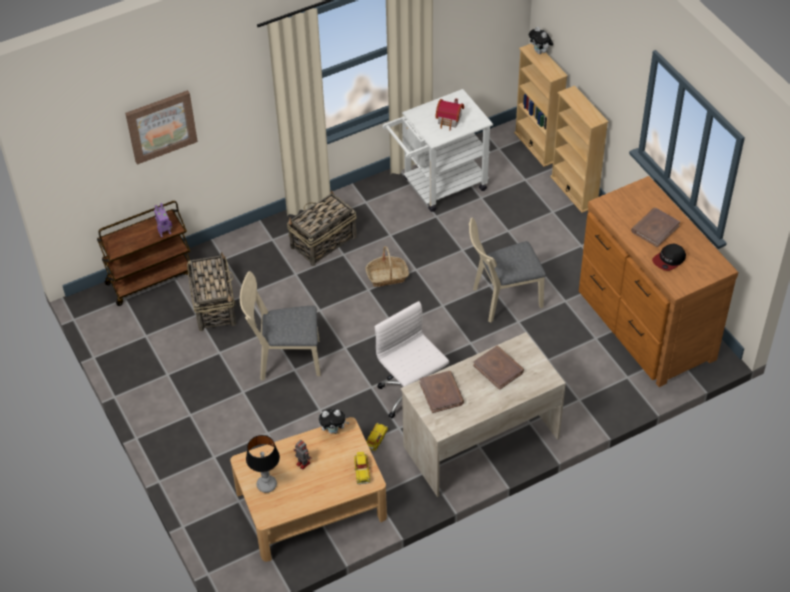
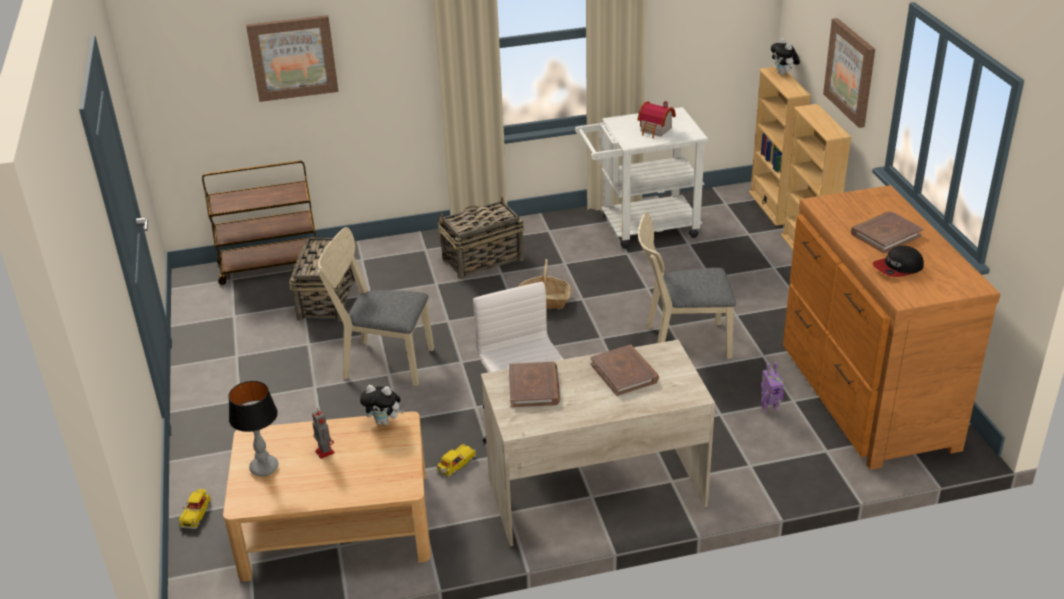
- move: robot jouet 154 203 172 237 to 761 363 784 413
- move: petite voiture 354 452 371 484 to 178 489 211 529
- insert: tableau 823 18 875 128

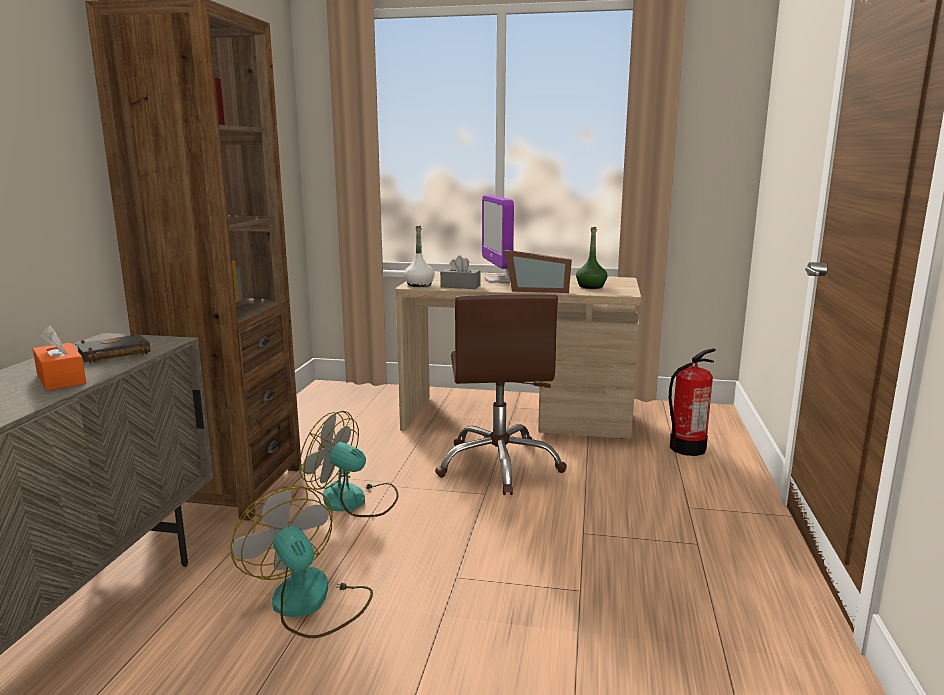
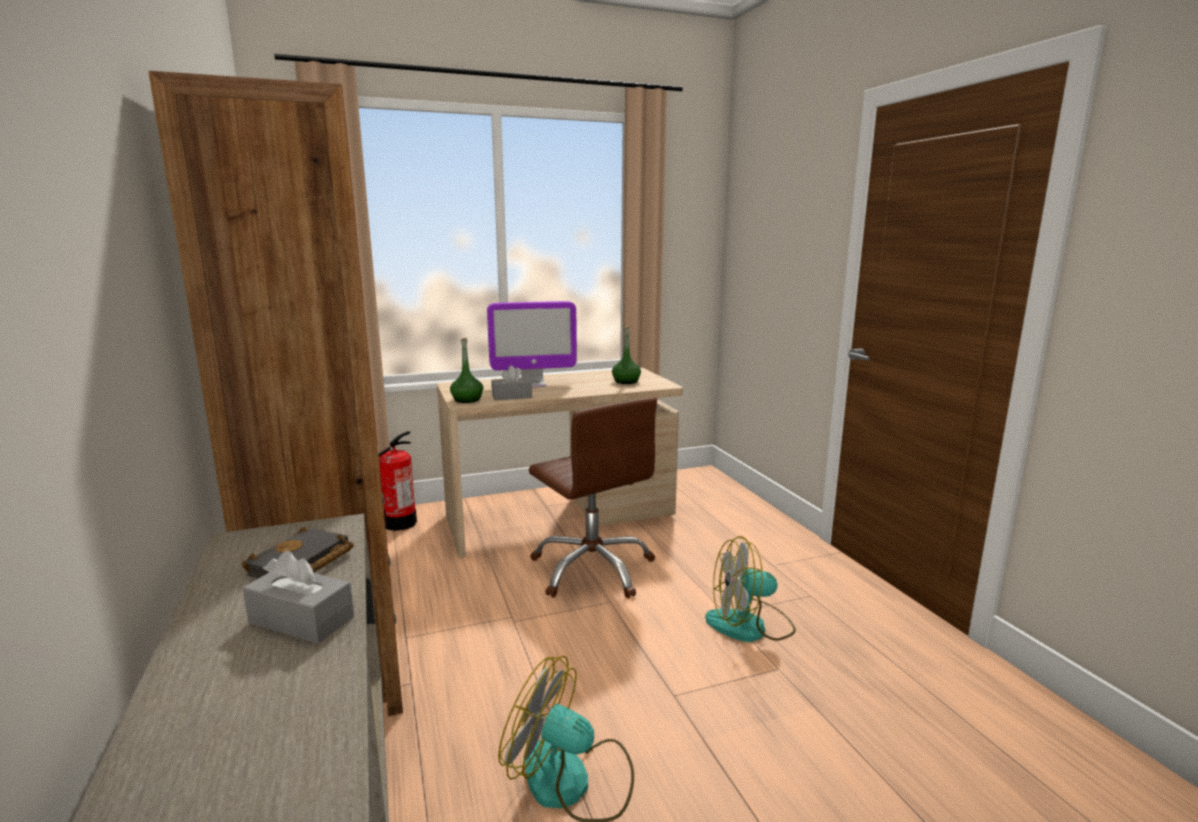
- rotate: écran d'ordinateur 482 195 514 282 = 487 301 577 387 60 degrees counterclockwise
- recolor: bouteille [blanc] 404 226 435 287 to bouteille [vert] 450 338 483 403
- delete: cadre photo 505 250 572 293
- recolor: boîte à mouchoirs [orange] 33 326 86 391 to boîte à mouchoirs [gris] 243 551 354 644
- move: extincteur 669 349 716 456 to 378 431 417 531
- move: ventilateur 299 411 399 517 to 705 536 796 642

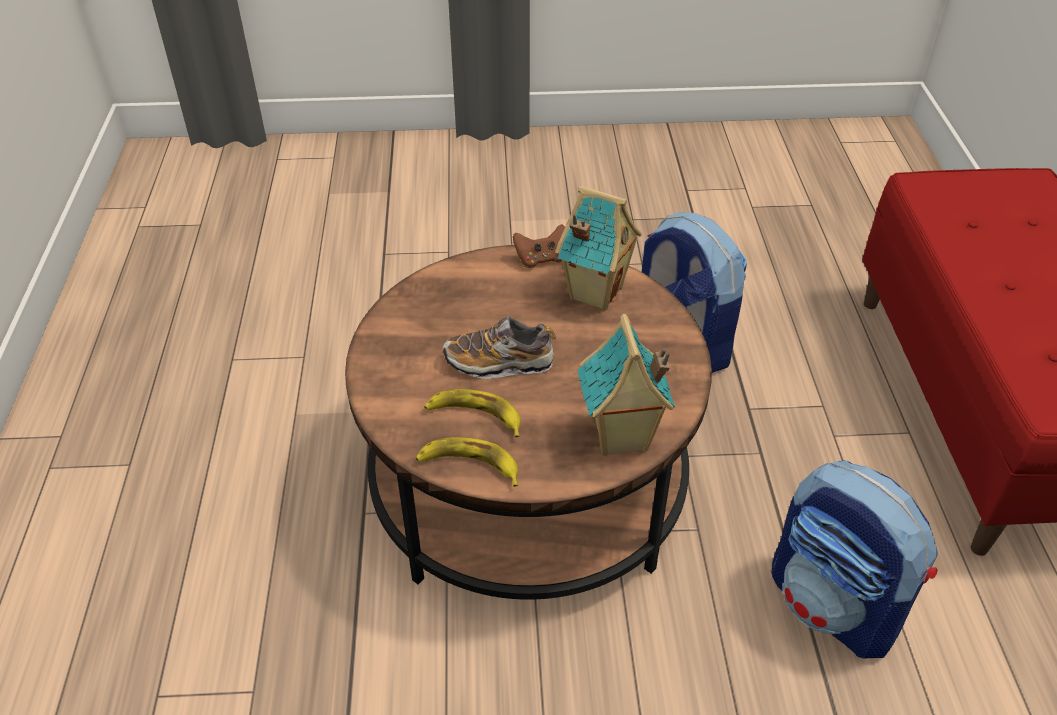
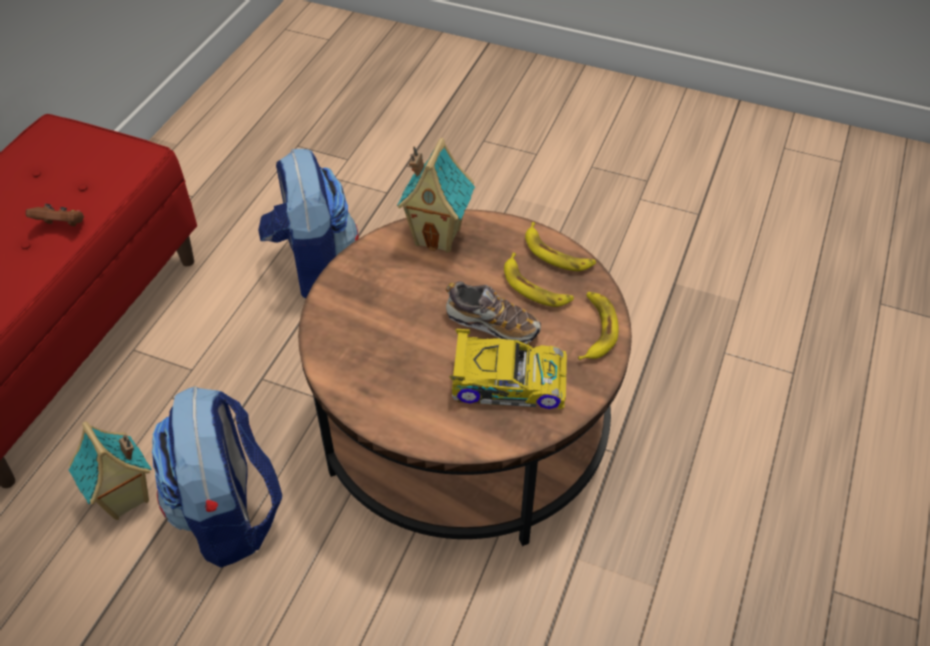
- move: maison miniature 555 186 642 311 to 69 422 151 520
- move: manette [marron] 513 224 565 268 to 26 204 84 226
- insert: banane 578 292 618 360
- insert: petite voiture 449 329 567 409

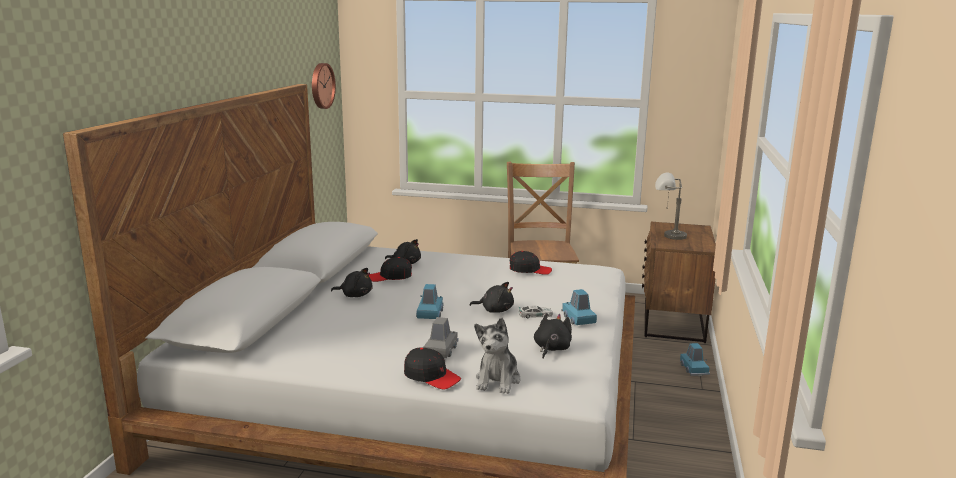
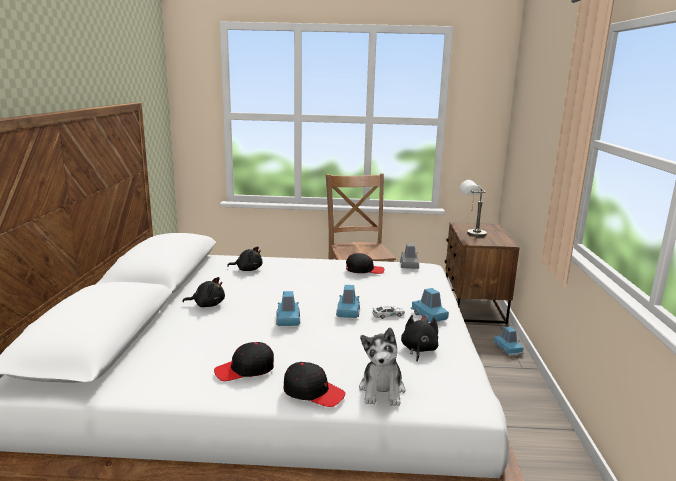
- delete: horloge murale 312 63 336 109
- move: casquette [noir] 369 257 412 282 to 214 342 274 381
- replace: peluche [noir] 469 282 514 313 to petite voiture [bleu] 336 285 360 318
- move: petite voiture [gris] 423 317 459 358 to 400 243 419 269

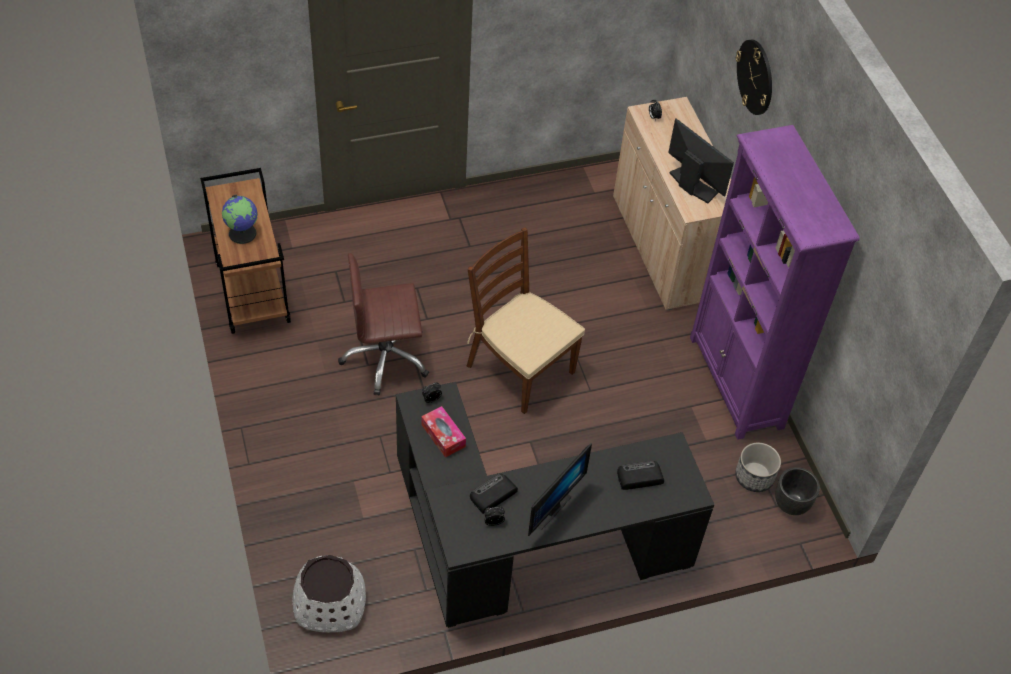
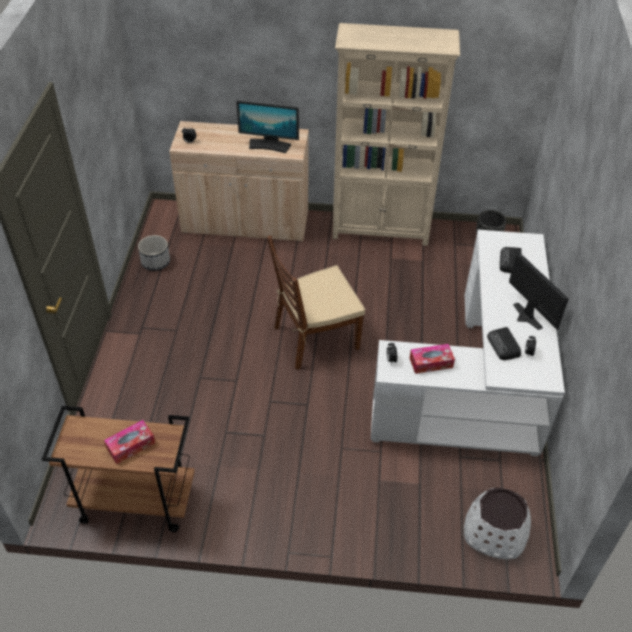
- delete: horloge murale 736 39 772 115
- rotate: écran d'ordinateur 668 118 734 203 = 236 101 299 153 150 degrees counterclockwise
- recolor: bibliothèque [violet] 690 125 860 440 to bibliothèque [beige] 332 23 460 246
- replace: globe 222 195 258 244 to boîte à mouchoirs 104 420 155 464
- delete: chaise de bureau [marron] 338 253 429 395
- recolor: bureau [noir] 396 382 714 628 to bureau [blanc] 371 230 565 456
- move: cache-pot 735 443 781 492 to 138 235 170 271

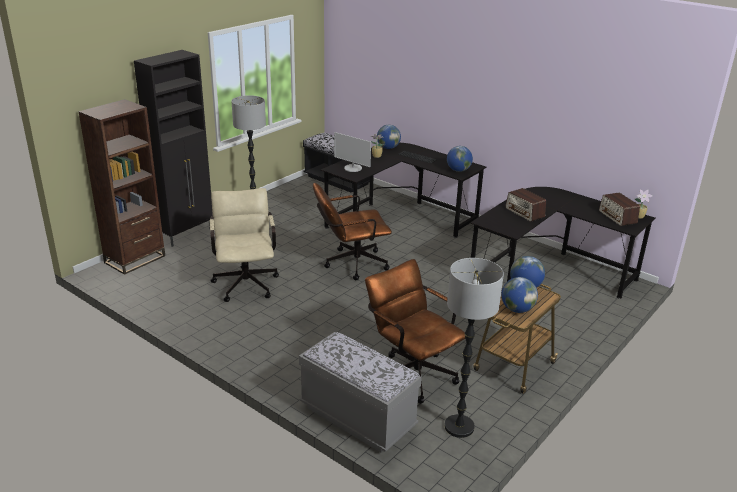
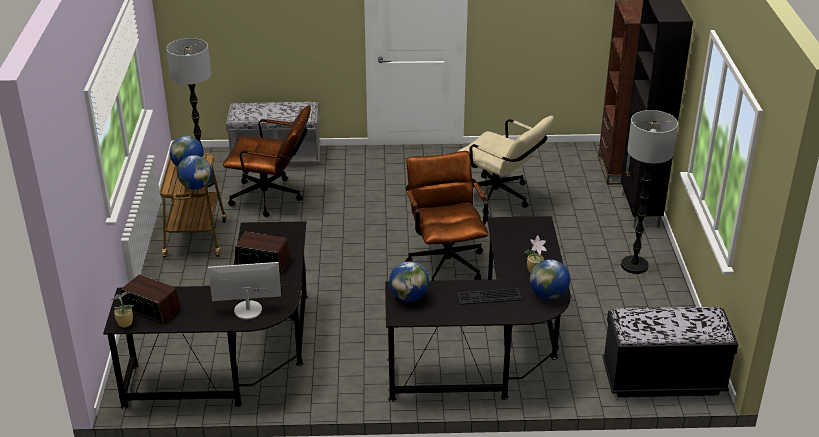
- move: écran d'ordinateur 334 132 371 172 to 208 262 281 320
- rotate: chaise de bureau [marron] 313 183 392 280 = 405 151 488 281 45 degrees counterclockwise

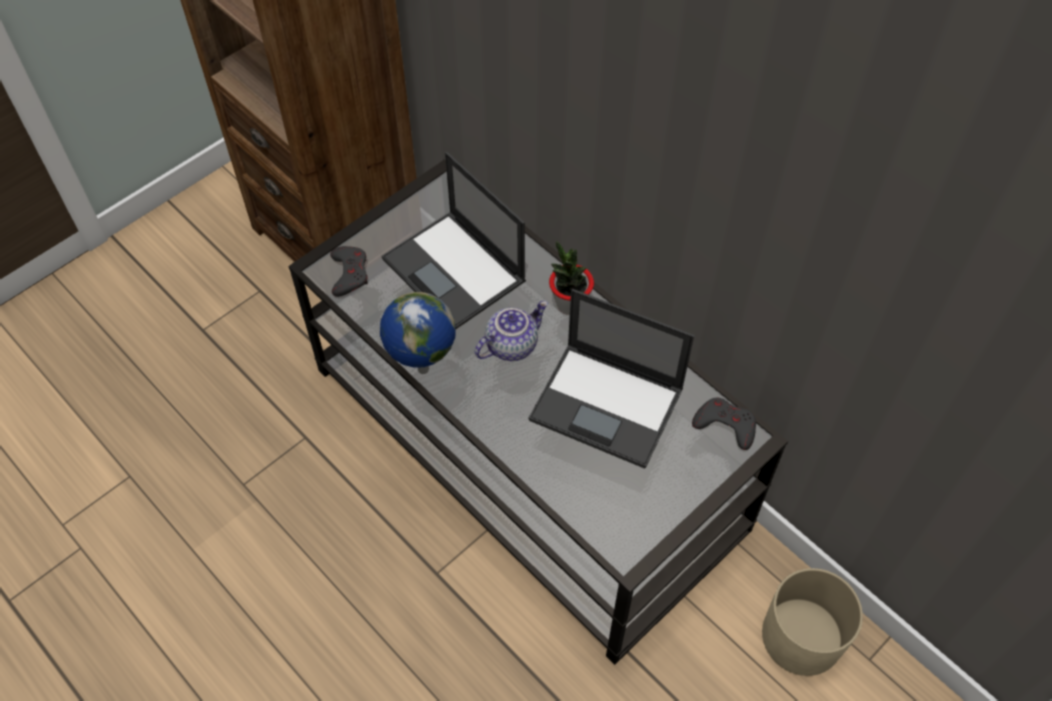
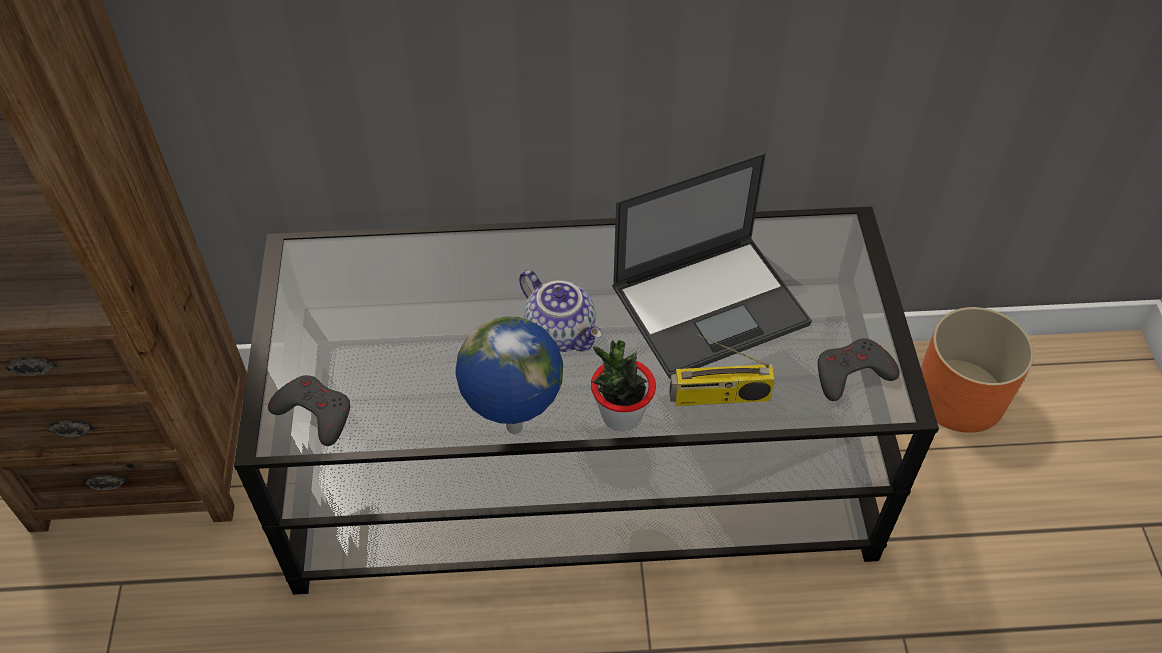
- delete: ordinateur portable 382 152 526 329
- move: plante en pot 549 241 594 315 to 591 340 656 432
- rotate: théière 475 301 548 361 = 519 270 602 352 135 degrees clockwise
- move: manette [gris] 692 398 756 450 to 818 339 900 401
- recolor: cache-pot [beige] 762 568 863 676 to cache-pot [orange] 921 307 1034 433
- insert: radio 669 334 775 406

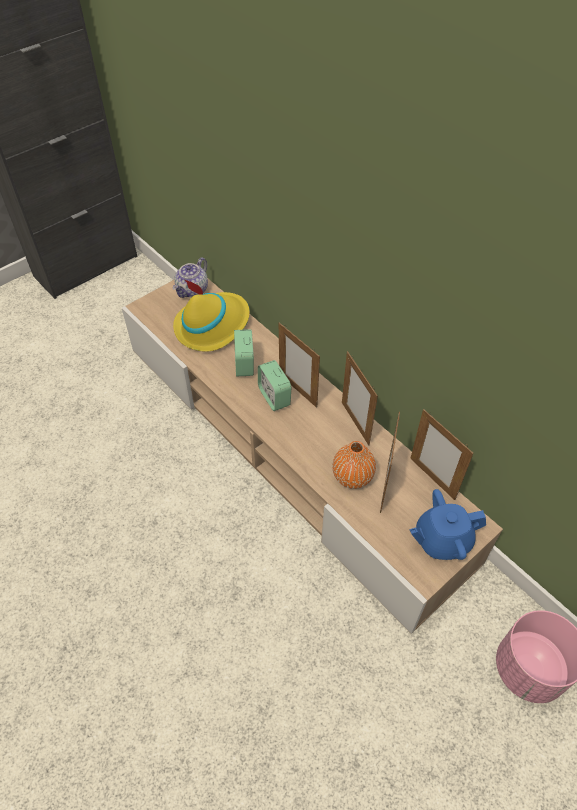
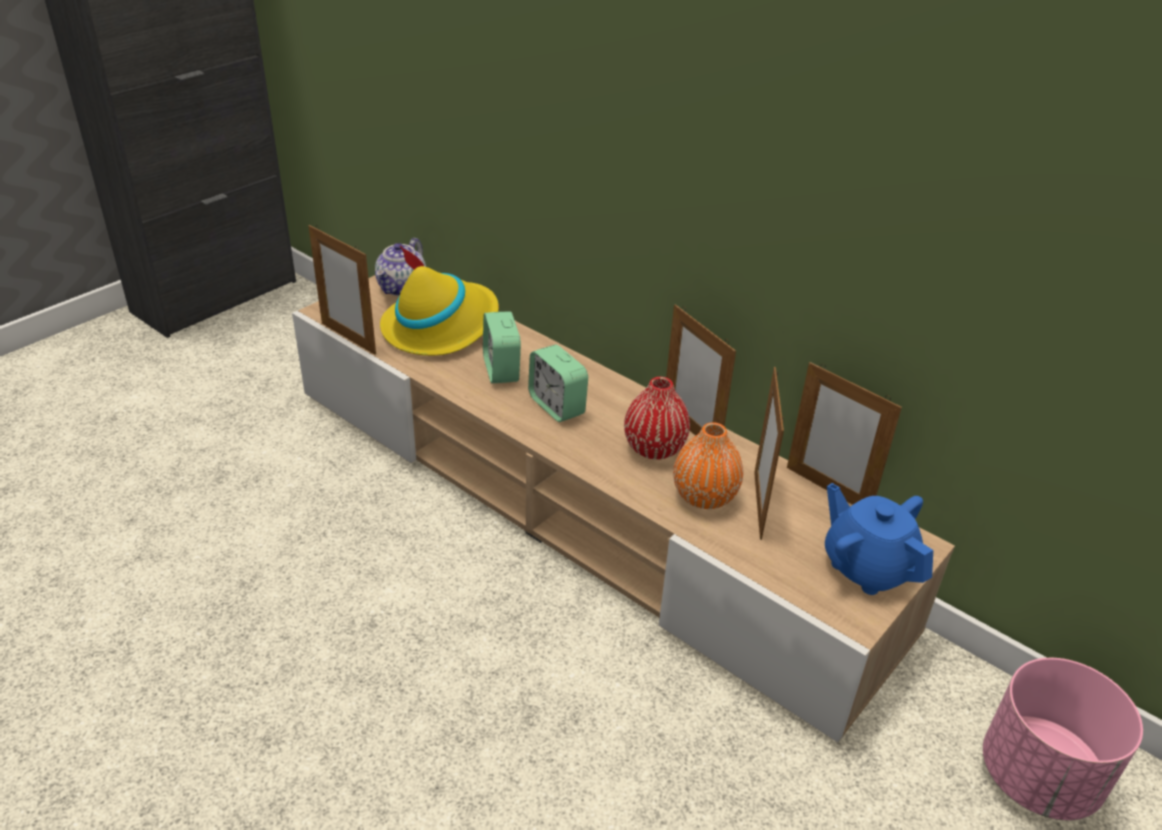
- move: cadre photo 279 323 320 408 to 308 225 376 355
- rotate: théière [bleu] 410 489 486 560 = 825 483 933 595 75 degrees clockwise
- insert: vase [rouge] 624 377 690 460

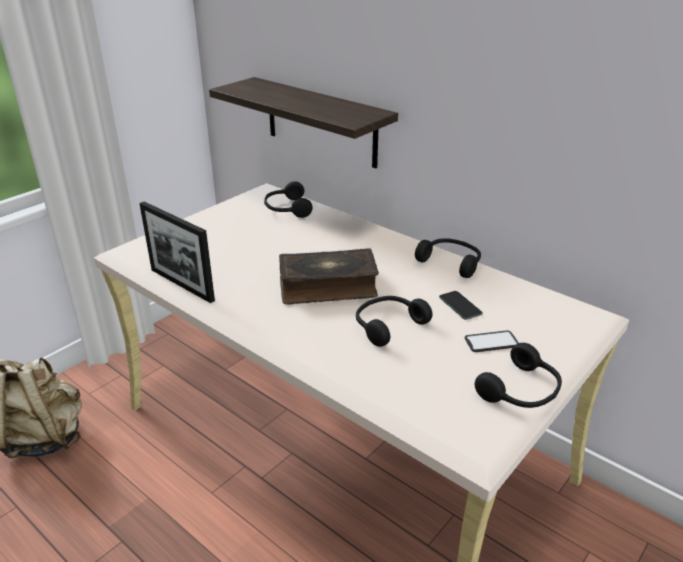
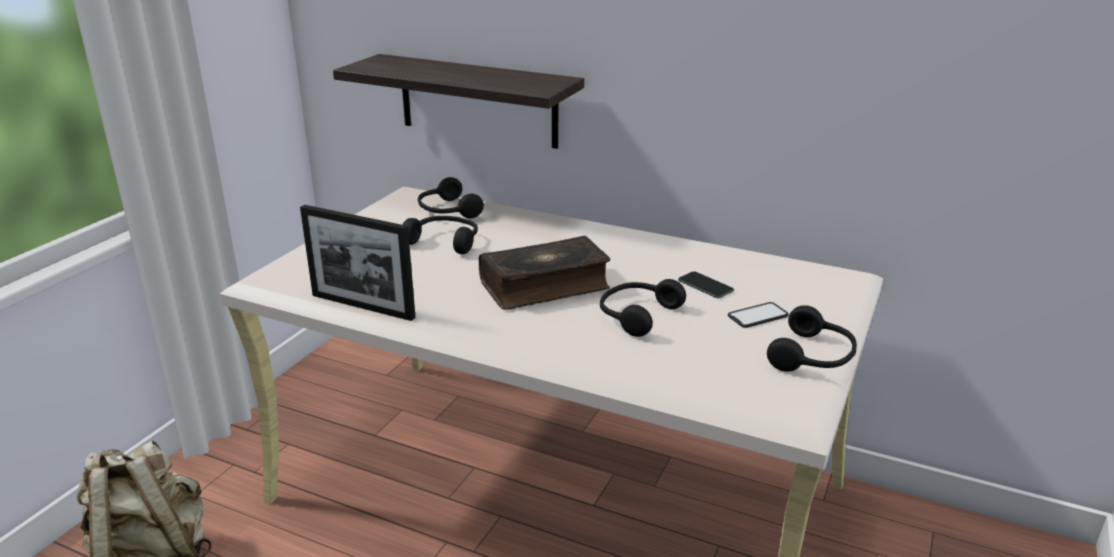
- move: casque audio [noir] 415 238 481 278 to 403 216 478 254

